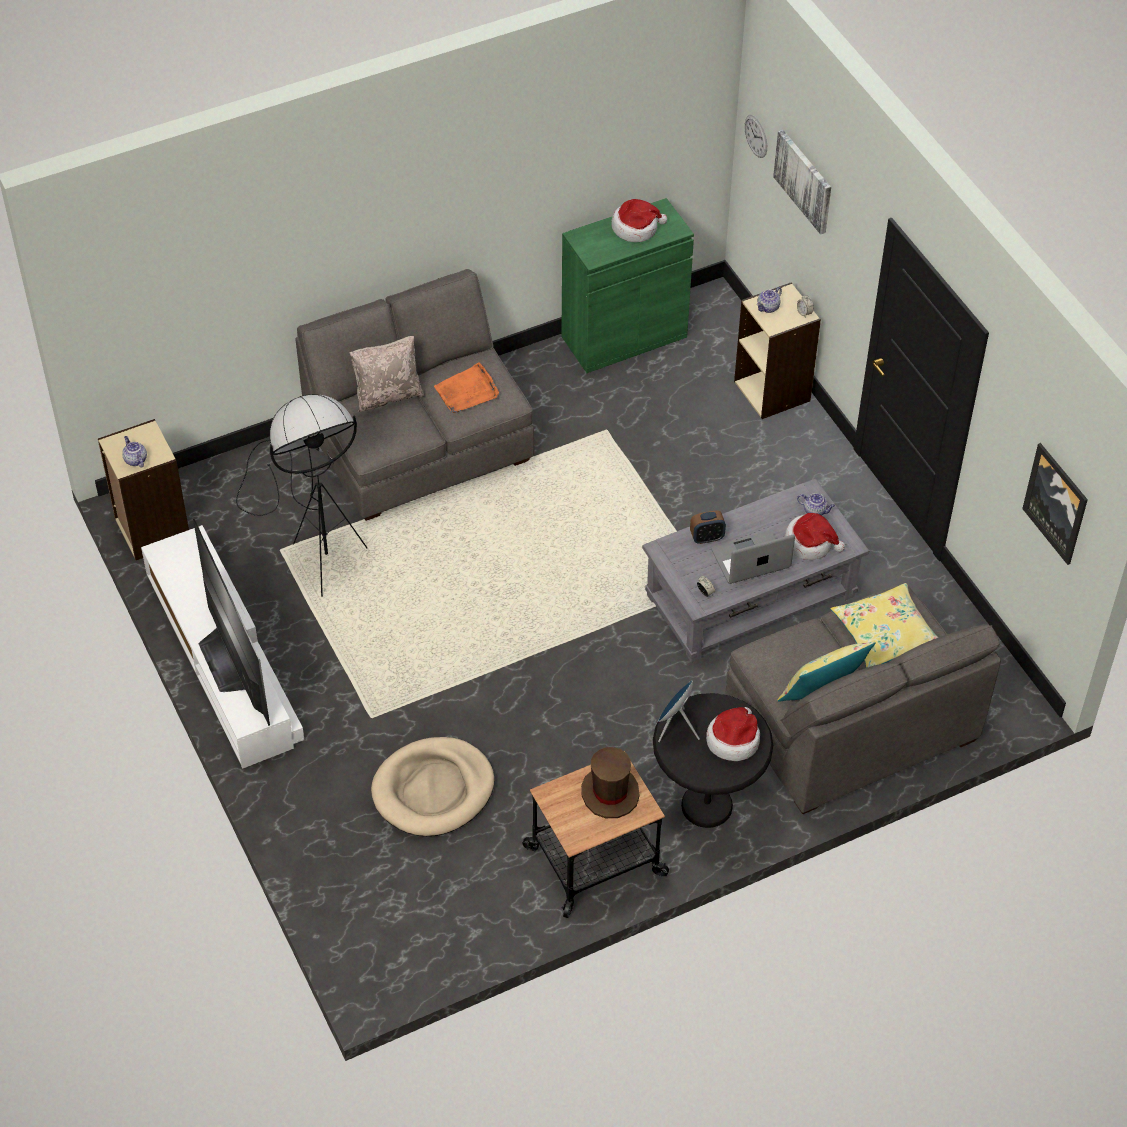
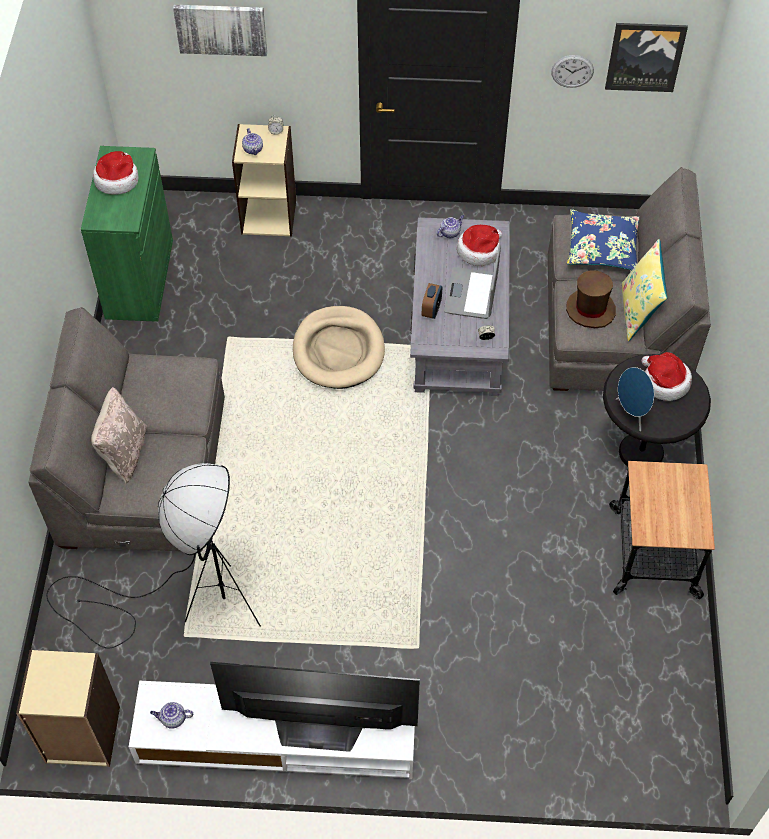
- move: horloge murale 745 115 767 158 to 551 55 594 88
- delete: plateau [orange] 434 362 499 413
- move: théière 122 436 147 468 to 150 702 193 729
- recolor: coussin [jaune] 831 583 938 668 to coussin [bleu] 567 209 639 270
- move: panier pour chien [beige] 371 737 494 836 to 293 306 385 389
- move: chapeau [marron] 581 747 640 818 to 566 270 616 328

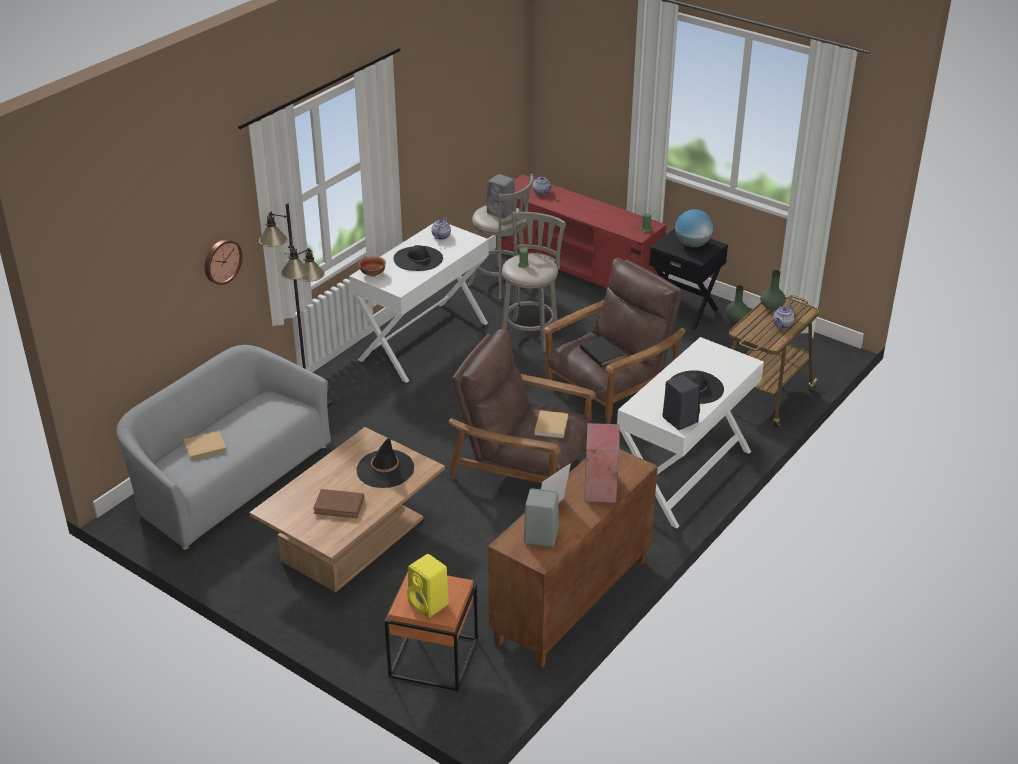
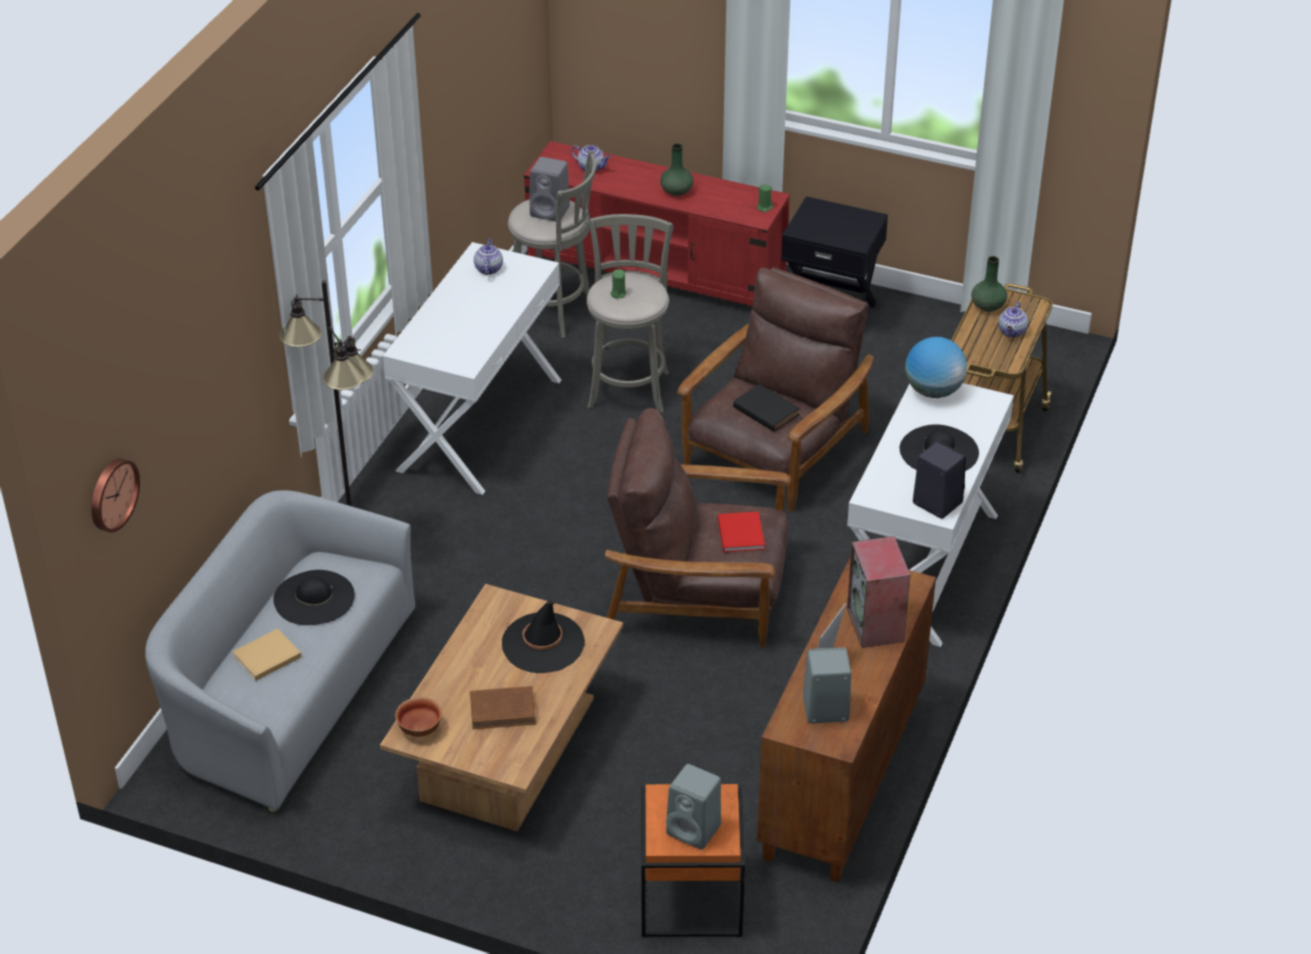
- move: globe 675 209 713 247 to 905 337 967 398
- move: horloge murale 205 239 243 285 to 91 458 140 533
- move: chapeau [noir] 394 245 443 271 to 273 570 355 625
- move: bol 359 257 386 277 to 395 697 442 737
- move: vase [vert] 726 285 749 321 to 660 143 693 196
- recolor: livre [beige] 534 411 568 438 to livre [rouge] 718 512 765 552
- recolor: enceinte [jaune] 407 554 449 618 to enceinte [gris] 666 764 721 850

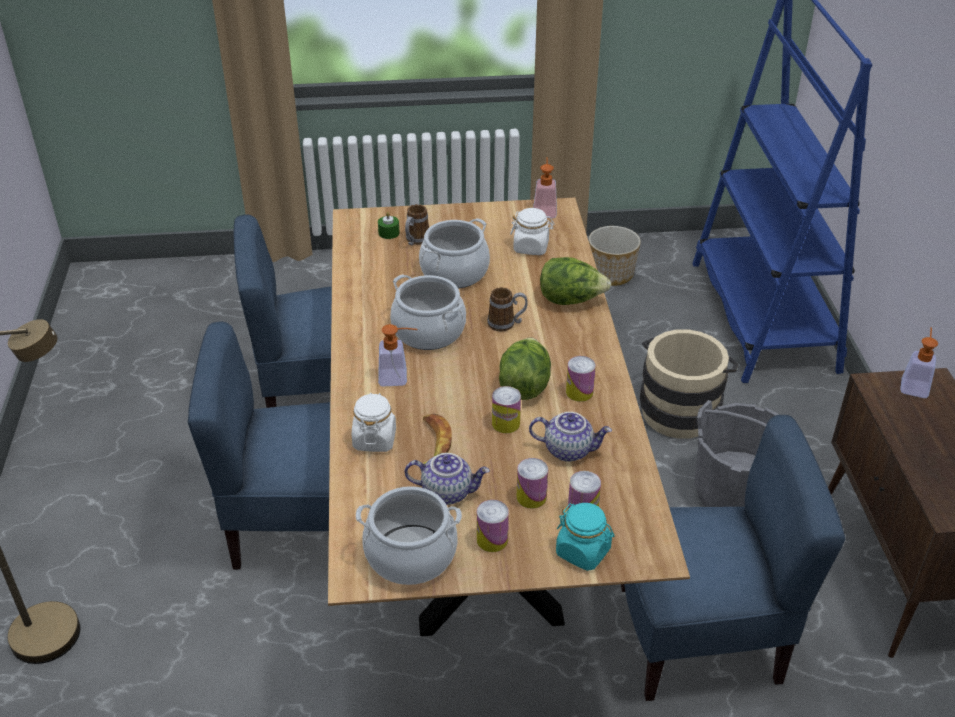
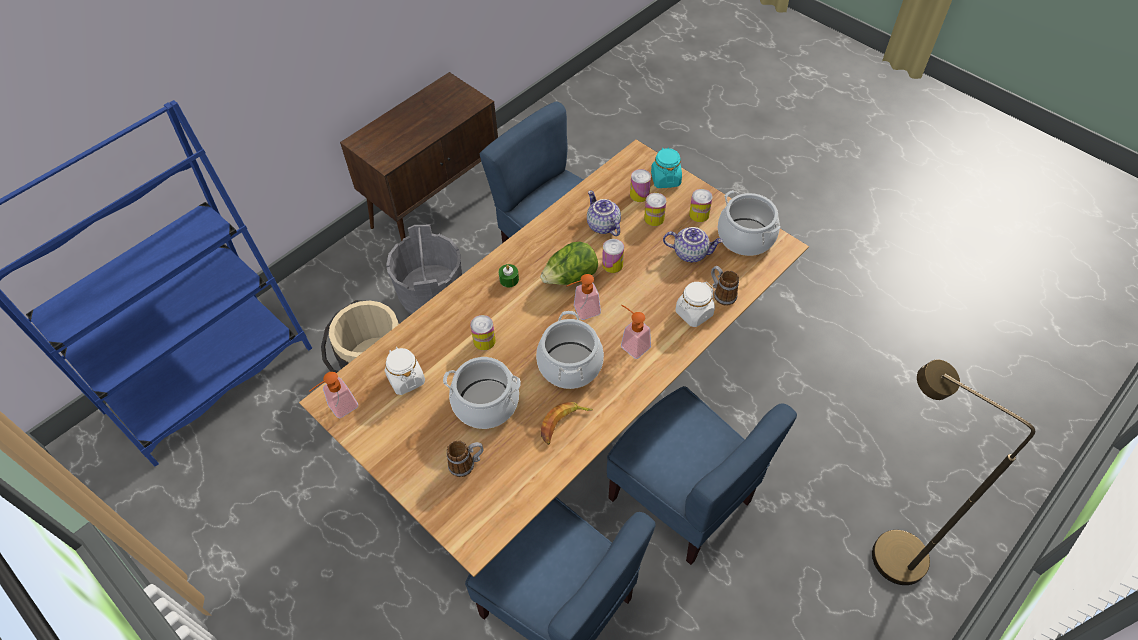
- move: bougie [vert] 378 212 400 239 to 499 264 519 287
- delete: cache-pot 589 226 641 286
- delete: laitue 540 257 611 305
- move: mug 487 287 528 331 to 711 266 739 306
- move: distributeur de savon 900 327 938 398 to 566 274 601 320
- move: boîte métallique 566 356 596 402 to 470 315 496 350
- move: banane 423 414 452 465 to 541 402 593 445
- rotate: théière 405 453 490 505 = 663 227 723 262 135 degrees clockwise

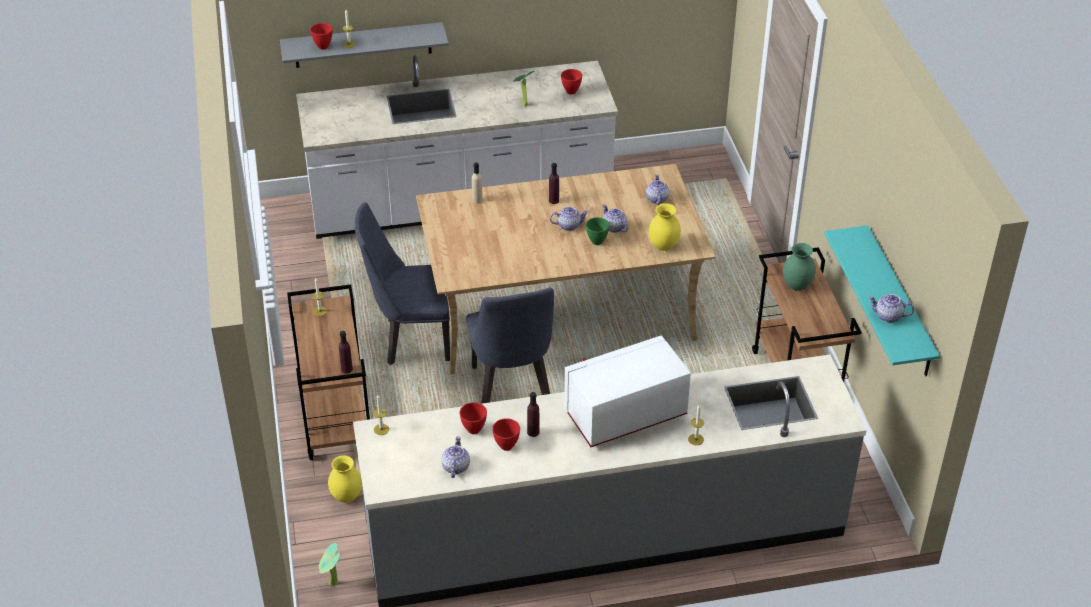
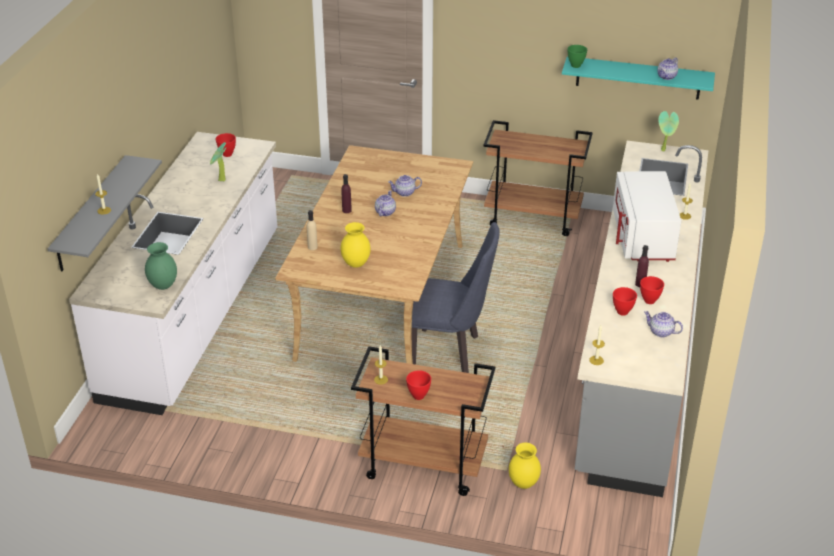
- move: bol [rouge] 310 23 333 49 to 406 370 431 400
- delete: théière 646 174 669 205
- delete: chaise [bleu] 355 202 450 365
- move: vase [jaune] 649 203 681 251 to 341 222 371 268
- move: bol [vert] 586 217 610 245 to 567 45 587 68
- move: vase [vert] 783 243 816 291 to 145 242 177 290
- delete: bouteille [violet] 339 331 353 374
- move: plante en pot 319 543 340 585 to 658 111 679 151

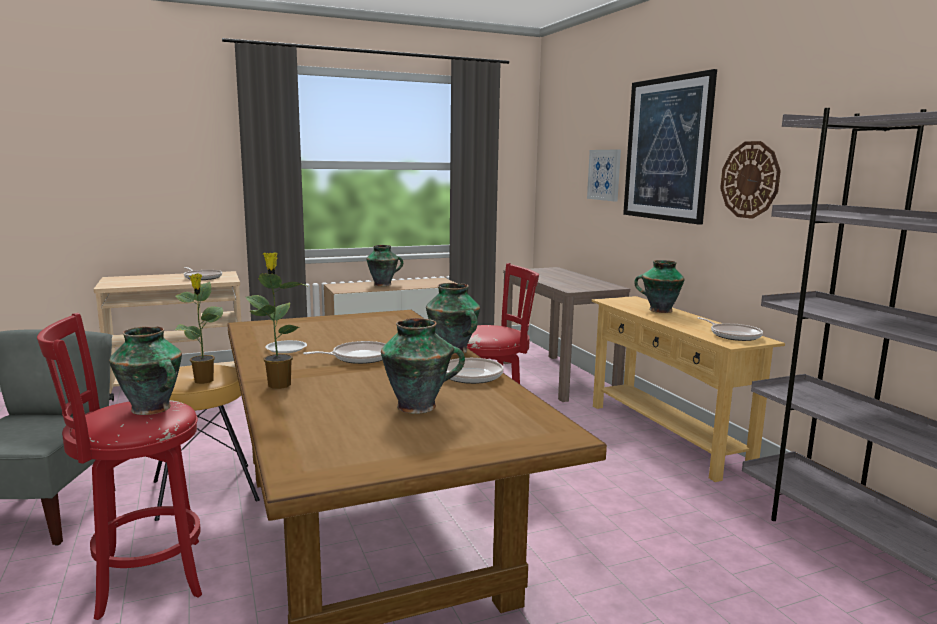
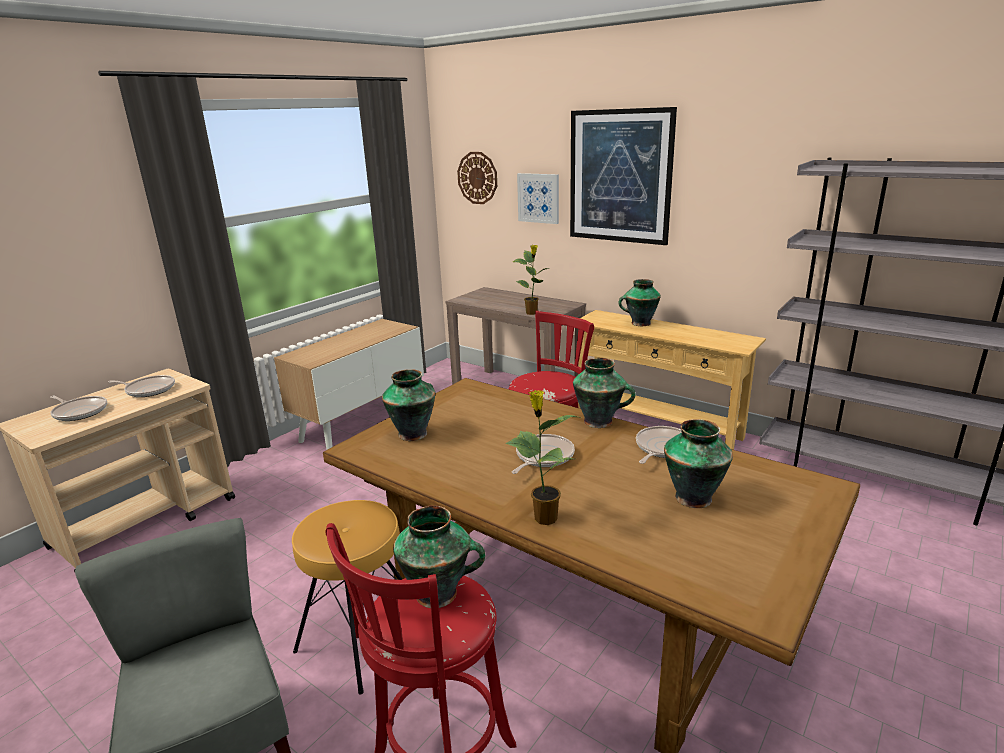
- move: horloge murale 720 141 781 219 to 457 152 497 204
- move: vase 366 245 403 286 to 382 369 435 441
- move: plante en pot 175 273 223 384 to 513 245 547 315
- move: poêle 698 317 763 341 to 50 396 107 421
- delete: assiette [blanc] 265 340 307 353

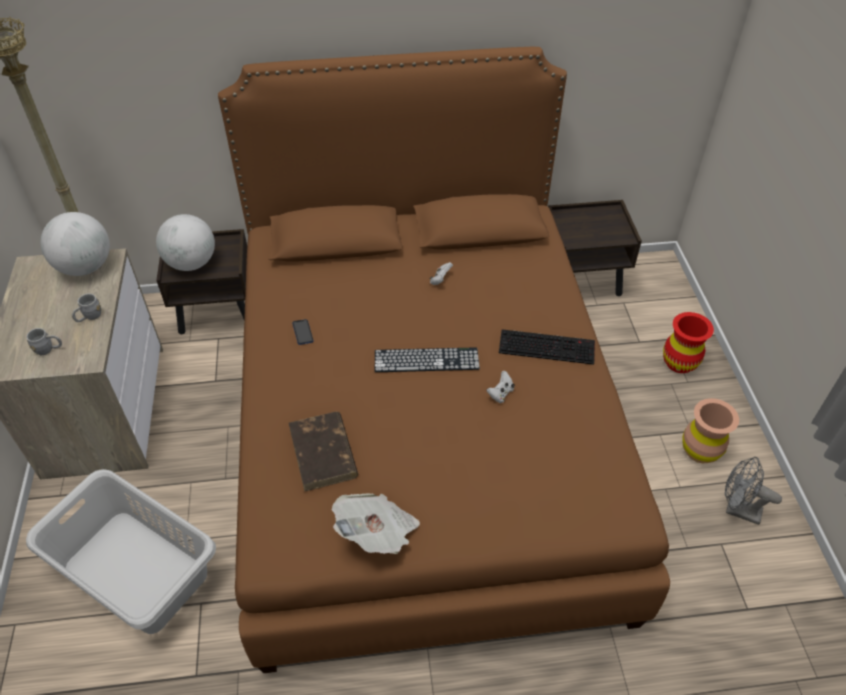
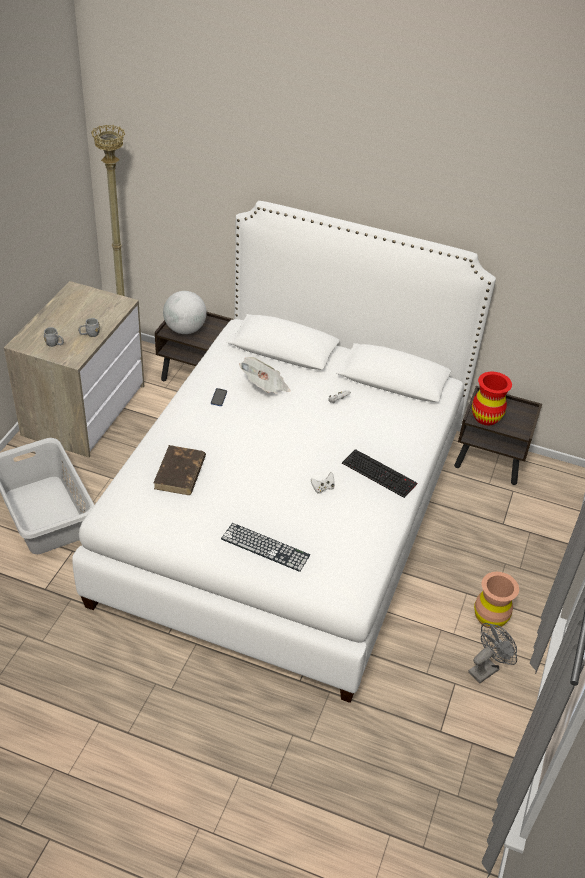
- recolor: lit [marron] 218 47 670 673 to lit [blanc] 72 201 496 703
- delete: globe 41 212 110 276
- move: vase [rouge] 663 312 714 373 to 472 372 512 425
- move: clavier 375 347 480 372 to 221 523 310 572
- rotate: ventilateur [gris] 725 457 782 525 = 468 623 517 683 90 degrees clockwise
- move: journal 332 493 420 554 to 239 357 291 394

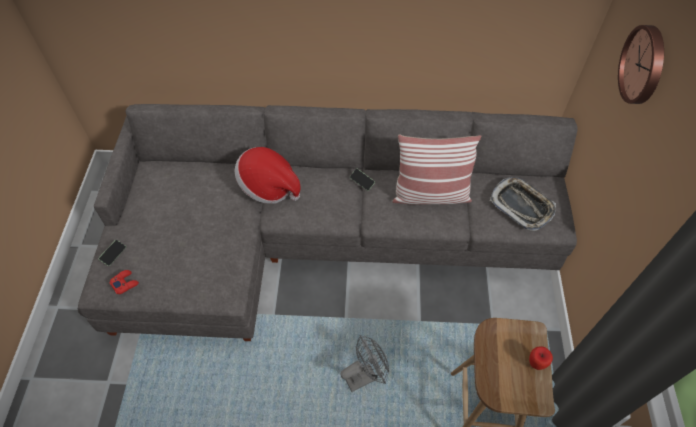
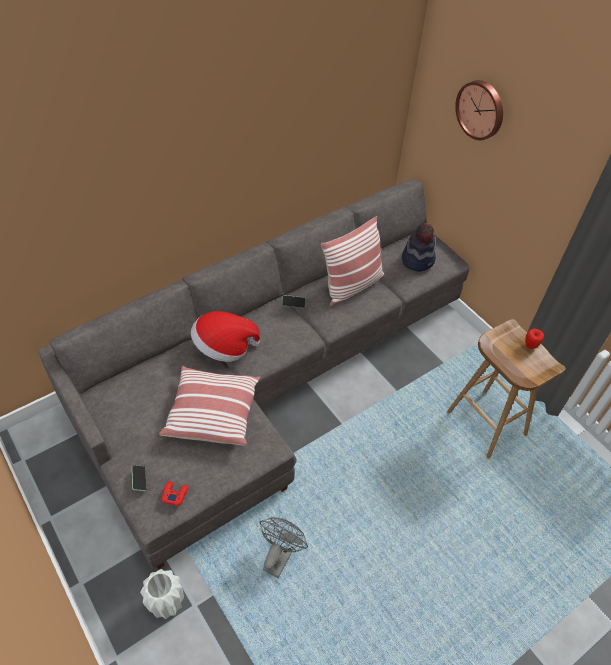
- replace: plateau 490 177 556 231 to chapeau 402 223 436 271
- move: ventilateur [gris] 340 335 389 392 to 259 517 308 578
- insert: coussin 159 366 260 446
- insert: vase [blanc] 140 569 184 619

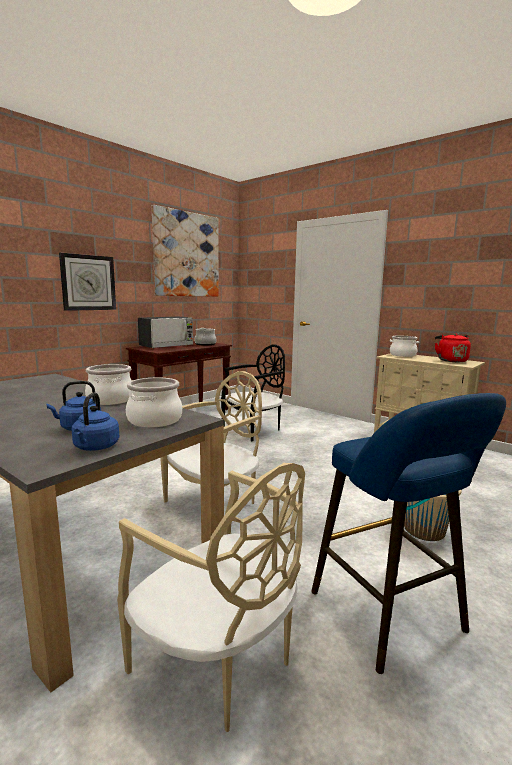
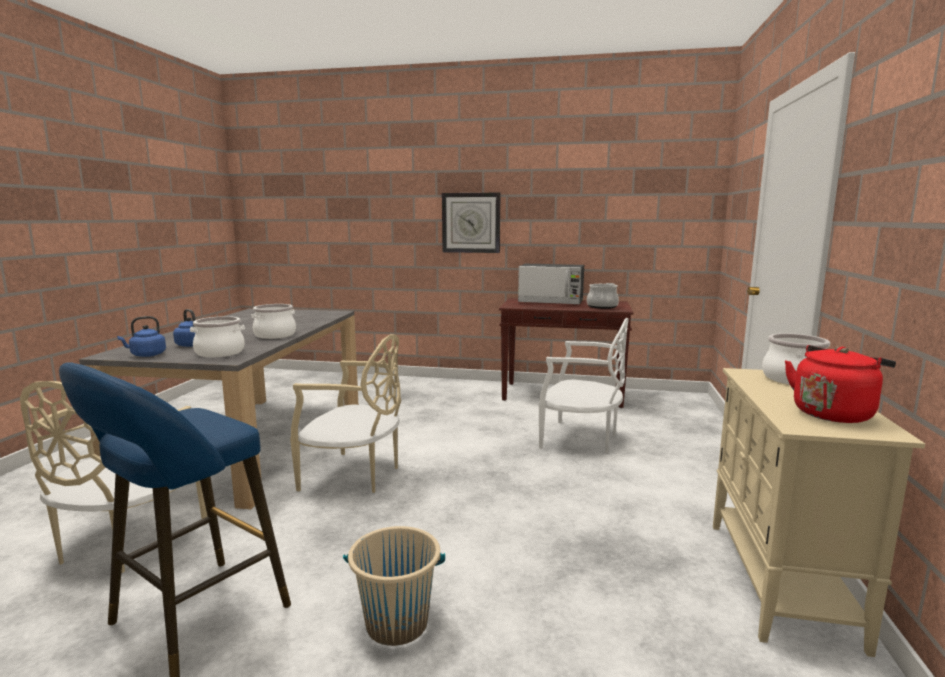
- delete: tableau 152 205 219 297
- recolor: chaise [noir] 221 344 285 441 to chaise [blanc] 539 318 629 453

